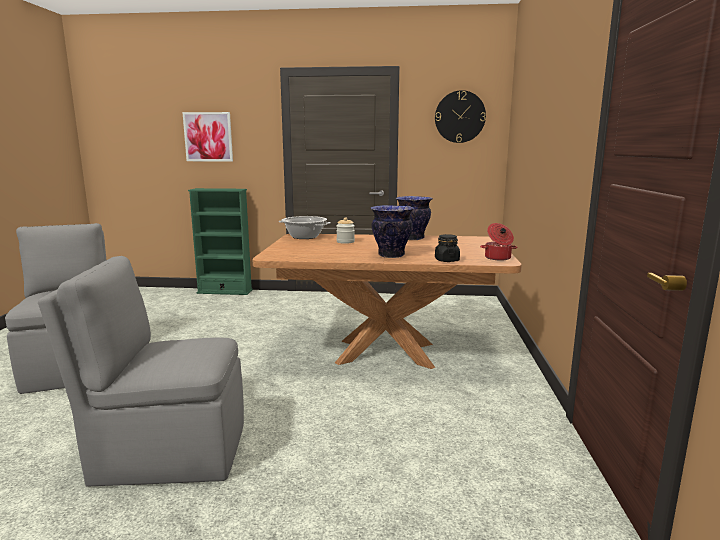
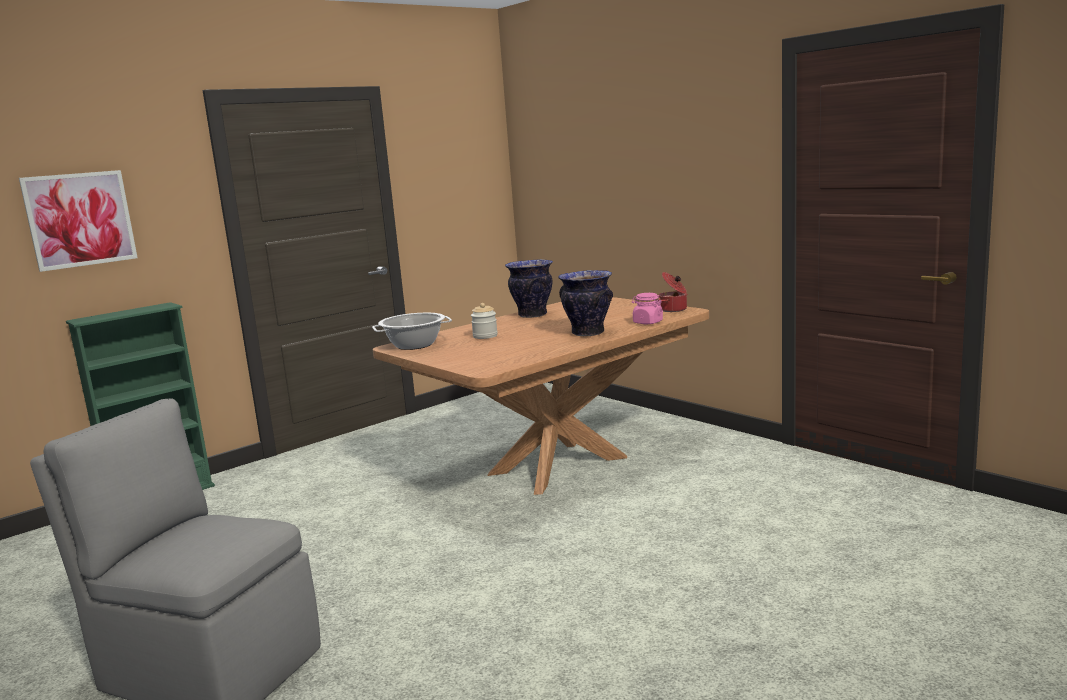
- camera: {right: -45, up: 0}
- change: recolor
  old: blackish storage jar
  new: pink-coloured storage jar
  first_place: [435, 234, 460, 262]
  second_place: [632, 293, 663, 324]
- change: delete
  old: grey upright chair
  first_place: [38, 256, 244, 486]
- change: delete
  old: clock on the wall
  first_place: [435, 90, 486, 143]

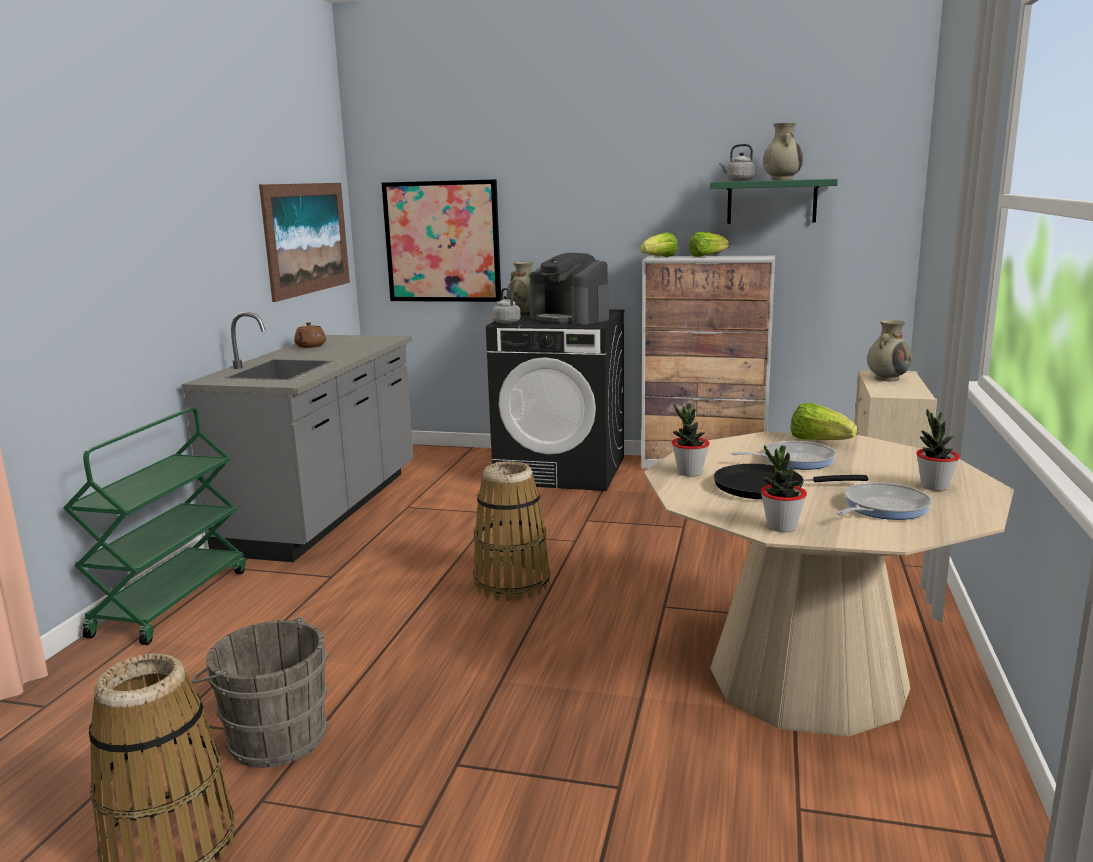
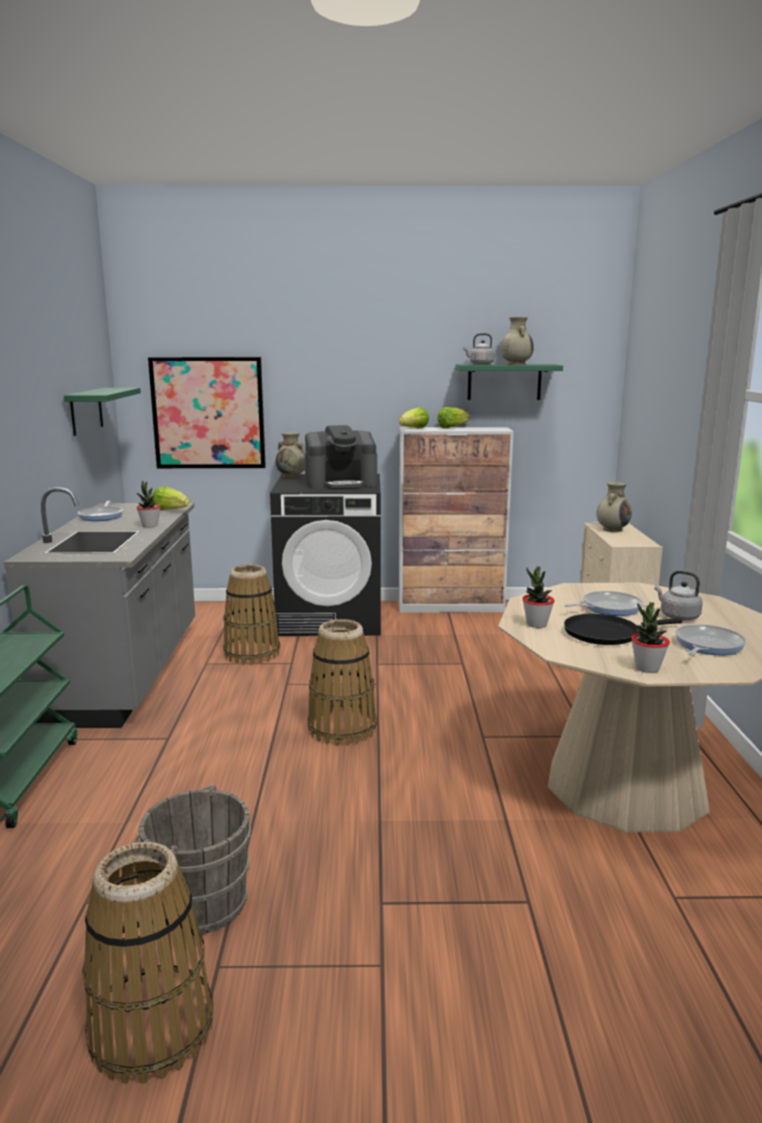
- camera: {right: -15, up: 0}
- change: replace
  old: wall art
  new: greenish bracket shelf
  first_place: [259, 183, 350, 302]
  second_place: [64, 388, 141, 436]
- change: replace
  old: brown teapot
  new: pan
  first_place: [294, 322, 326, 348]
  second_place: [78, 501, 123, 521]
- change: move
  old: plant in a pot
  first_place: [916, 408, 960, 491]
  second_place: [136, 481, 161, 528]
- change: move
  old: lettuce head
  first_place: [790, 403, 857, 440]
  second_place: [152, 486, 190, 510]
- change: insert
  new: basket
  second_place: [223, 564, 280, 665]
- change: rotate
  old: coffee brewer
  first_place: [529, 253, 609, 325]
  second_place: [304, 425, 377, 489]
  degrees: -45
- change: move
  old: grey water kettle
  first_place: [492, 288, 521, 324]
  second_place: [655, 571, 703, 620]

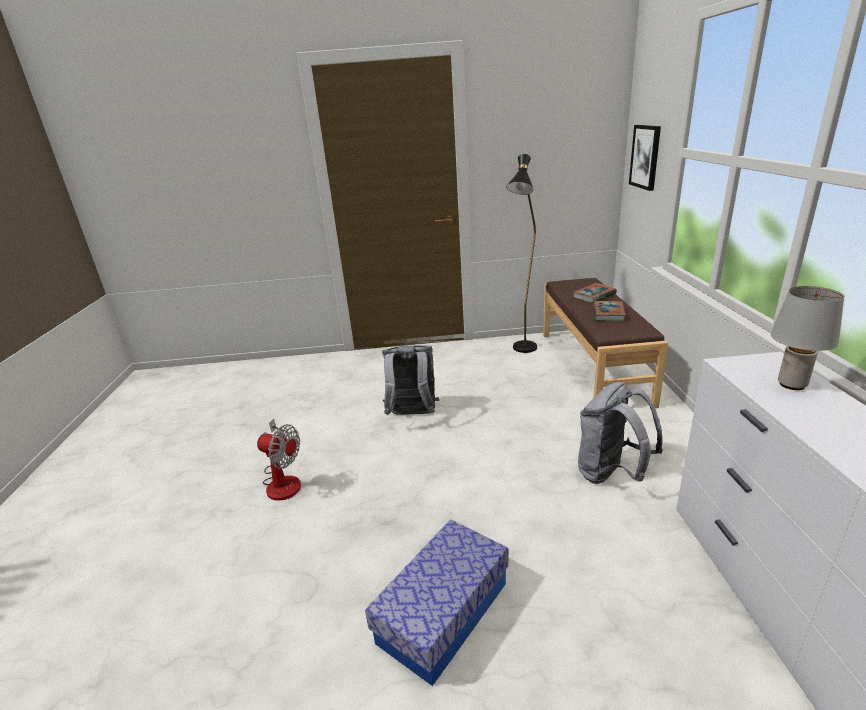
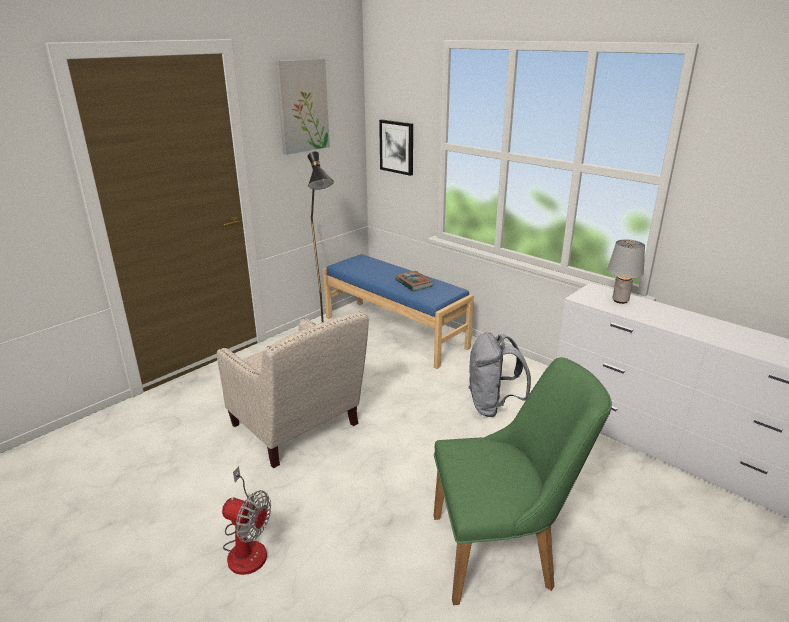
- camera: {right: -45, up: 0}
- change: replace
  old: grey backpack
  new: beige-coloured easy chair
  first_place: [382, 345, 439, 415]
  second_place: [217, 311, 369, 468]
- change: rotate
  old: cooling fan
  first_place: [257, 419, 301, 501]
  second_place: [222, 466, 271, 575]
  degrees: 45
- change: insert
  new: wall art
  second_place: [275, 59, 330, 155]
- change: recolor
  old: brown long seat
  new: bluish long seat
  first_place: [543, 278, 668, 408]
  second_place: [323, 254, 474, 369]
- change: replace
  old: storage box
  new: greenish upright chair
  first_place: [365, 519, 509, 686]
  second_place: [434, 357, 612, 605]
- change: delete
  old: volume
  first_place: [573, 283, 617, 303]

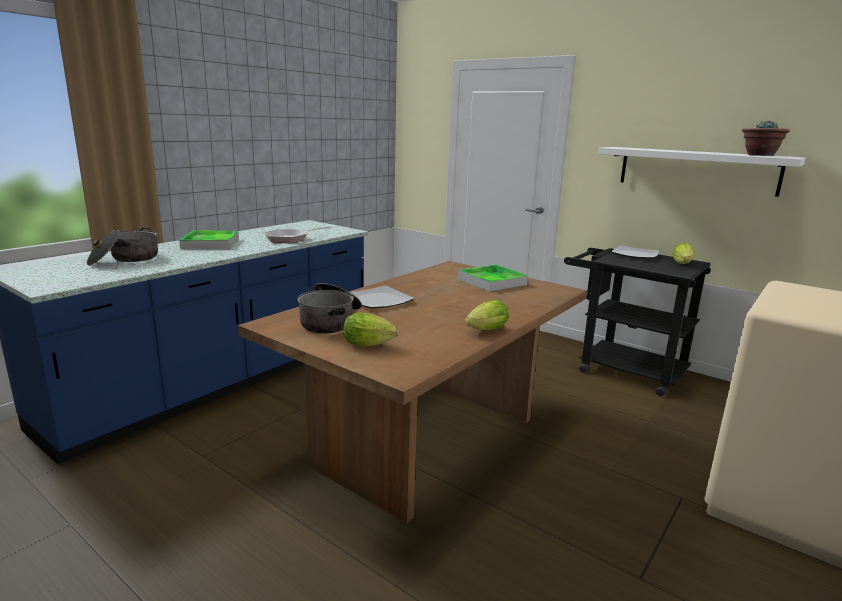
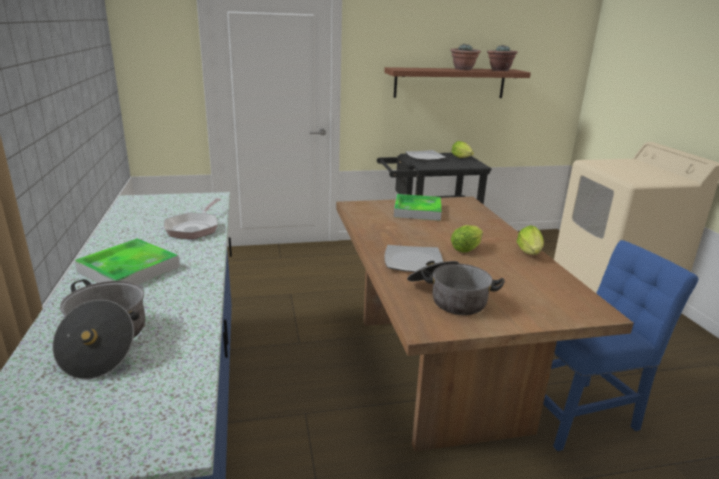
- camera: {right: -50, up: 5}
- change: recolor
  old: white-coloured bracket shelf
  new: brown bracket shelf
  first_place: [598, 147, 806, 197]
  second_place: [384, 67, 531, 98]
- change: insert
  new: plant in a pot
  second_place: [450, 44, 481, 70]
- change: move
  old: lettuce head
  first_place: [343, 313, 398, 347]
  second_place: [451, 225, 483, 252]
- change: insert
  new: bluish upright chair
  second_place: [543, 240, 699, 451]

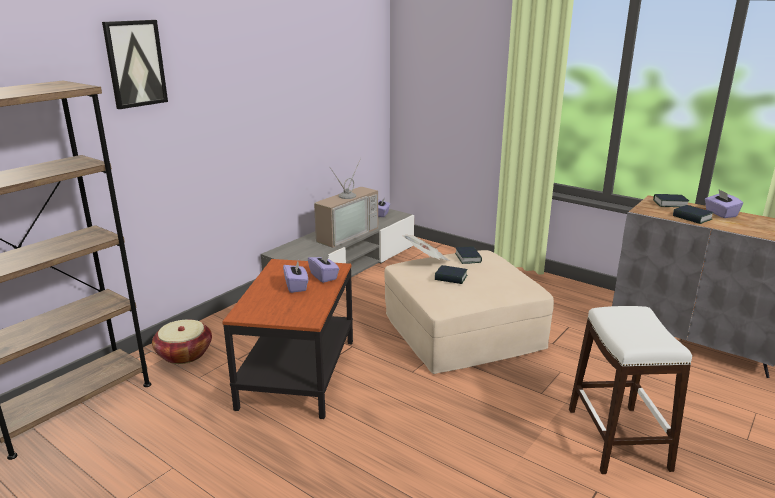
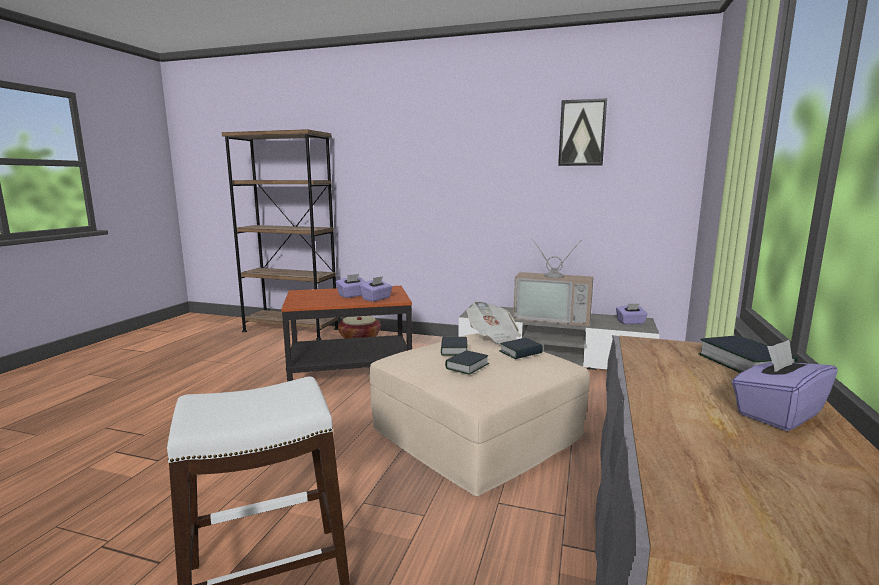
- camera: {right: 70, up: -10}
- change: move
  old: volume
  first_place: [673, 205, 714, 224]
  second_place: [445, 350, 489, 375]
- change: move
  old: wall art
  first_place: [102, 20, 168, 109]
  second_place: [558, 98, 607, 166]

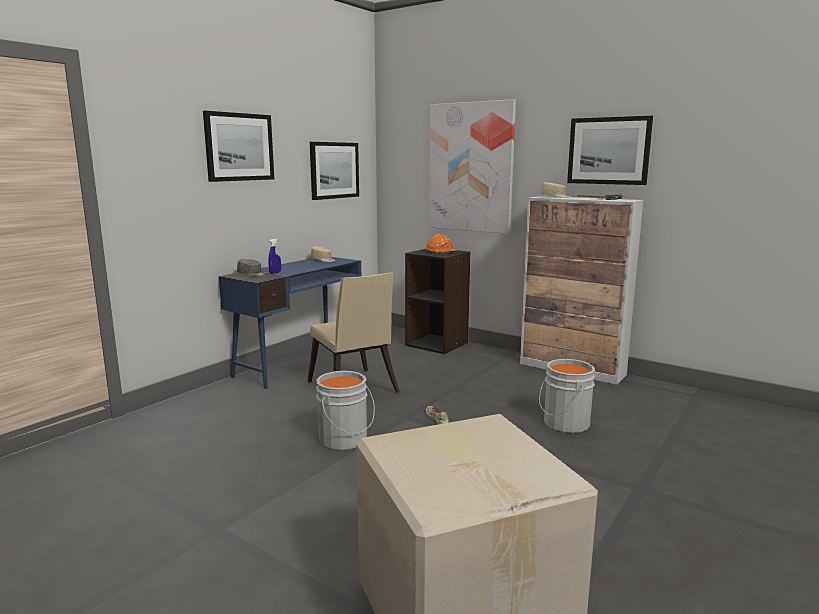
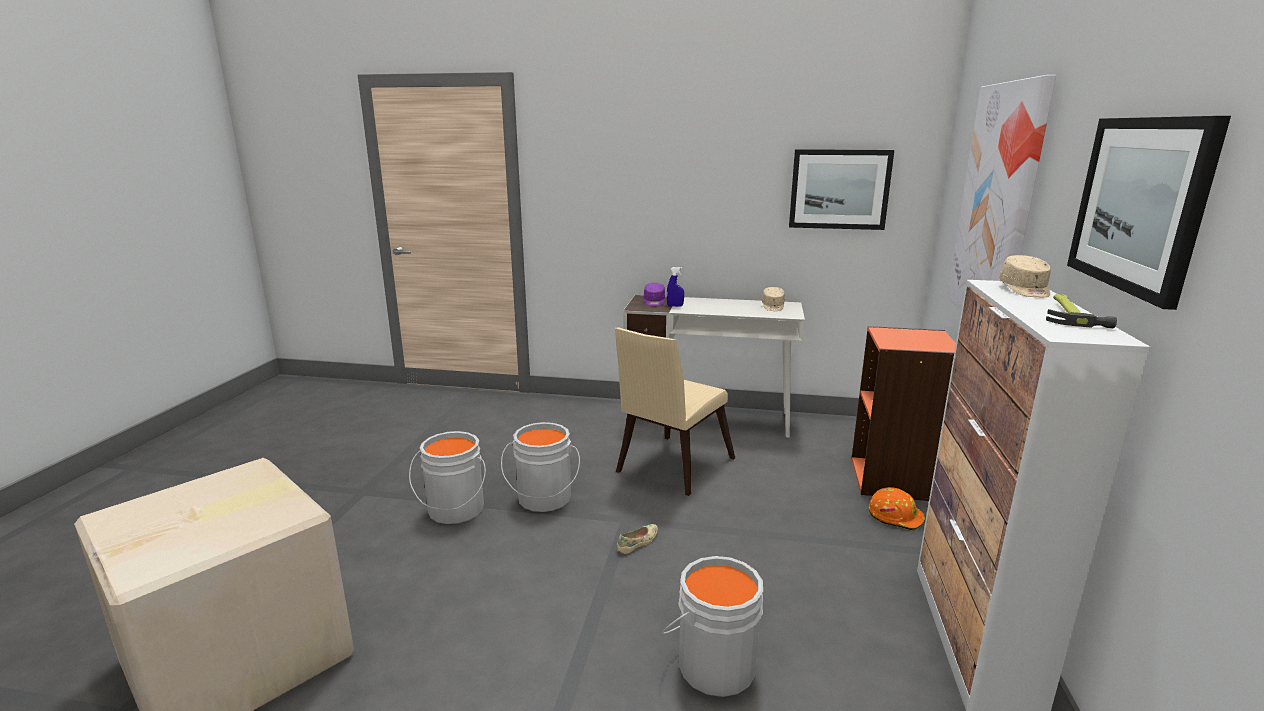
- camera: {right: 65, up: 5}
- change: insert
  new: grey bucket
  second_place: [409, 431, 486, 524]
- change: recolor
  old: bluish desk unit
  new: white-coloured desk unit
  first_place: [219, 257, 361, 389]
  second_place: [623, 295, 805, 437]
- change: recolor
  old: grey baseball cap
  new: purplish baseball cap
  first_place: [237, 259, 265, 277]
  second_place: [644, 283, 665, 306]
- change: recolor
  old: blackish shelving unit
  new: orangey shelving unit
  first_place: [405, 249, 470, 354]
  second_place: [852, 326, 956, 501]
- change: move
  old: orangey work helmet
  first_place: [426, 234, 456, 254]
  second_place: [869, 487, 925, 531]
- change: delete
  old: wall art
  first_place: [203, 111, 274, 182]

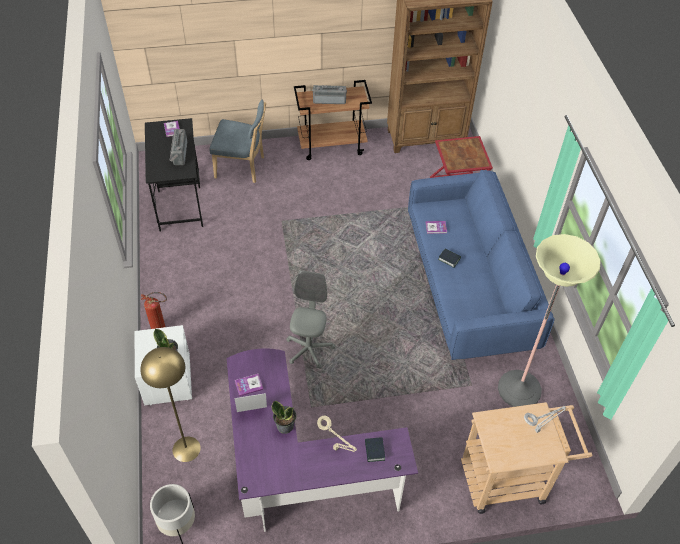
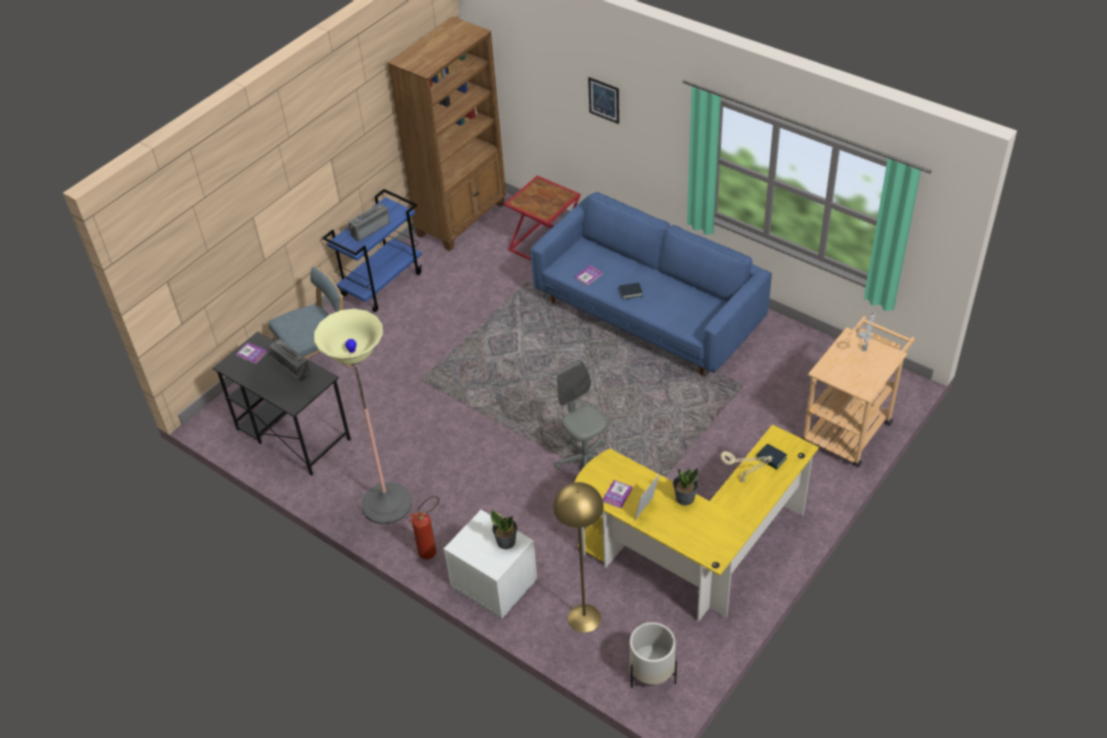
- camera: {right: -40, up: -5}
- change: move
  old: standing lamp
  first_place: [498, 234, 601, 407]
  second_place: [314, 309, 412, 525]
- change: recolor
  old: brown cart
  new: bluish cart
  first_place: [294, 80, 372, 160]
  second_place: [322, 189, 422, 312]
- change: recolor
  old: purplish desk unit
  new: yellow desk unit
  first_place: [227, 348, 418, 532]
  second_place: [575, 424, 819, 622]
- change: insert
  new: wall art
  second_place: [588, 77, 619, 124]

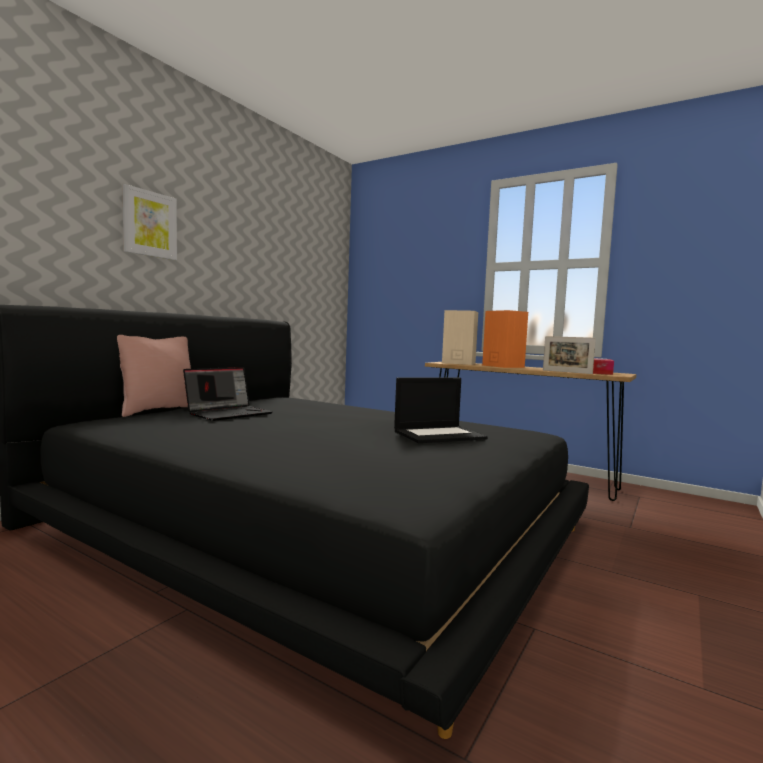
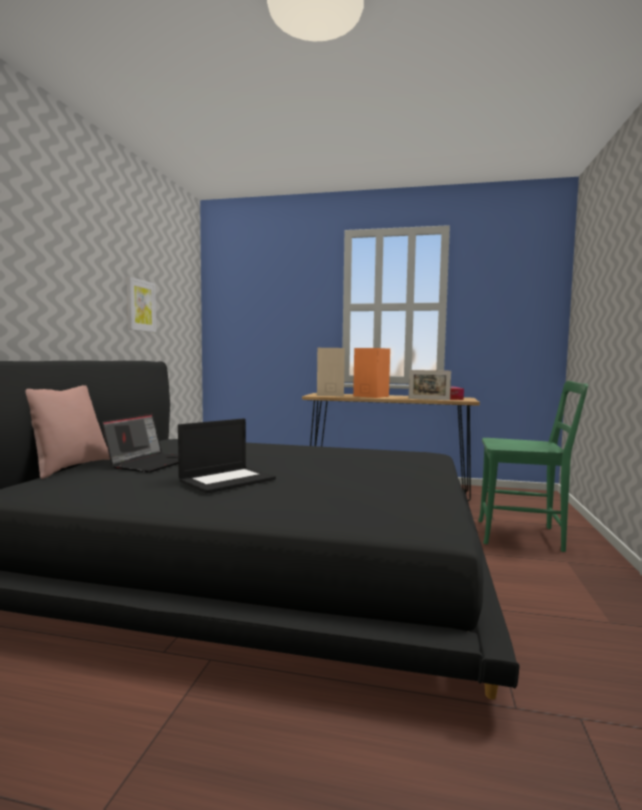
- camera: {right: -20, up: 0}
- change: move
  old: wall art
  first_place: [123, 184, 177, 260]
  second_place: [127, 277, 156, 332]
- change: move
  old: notebook computer
  first_place: [394, 378, 488, 443]
  second_place: [178, 418, 276, 493]
- change: insert
  new: greenish upright chair
  second_place: [478, 381, 588, 552]

